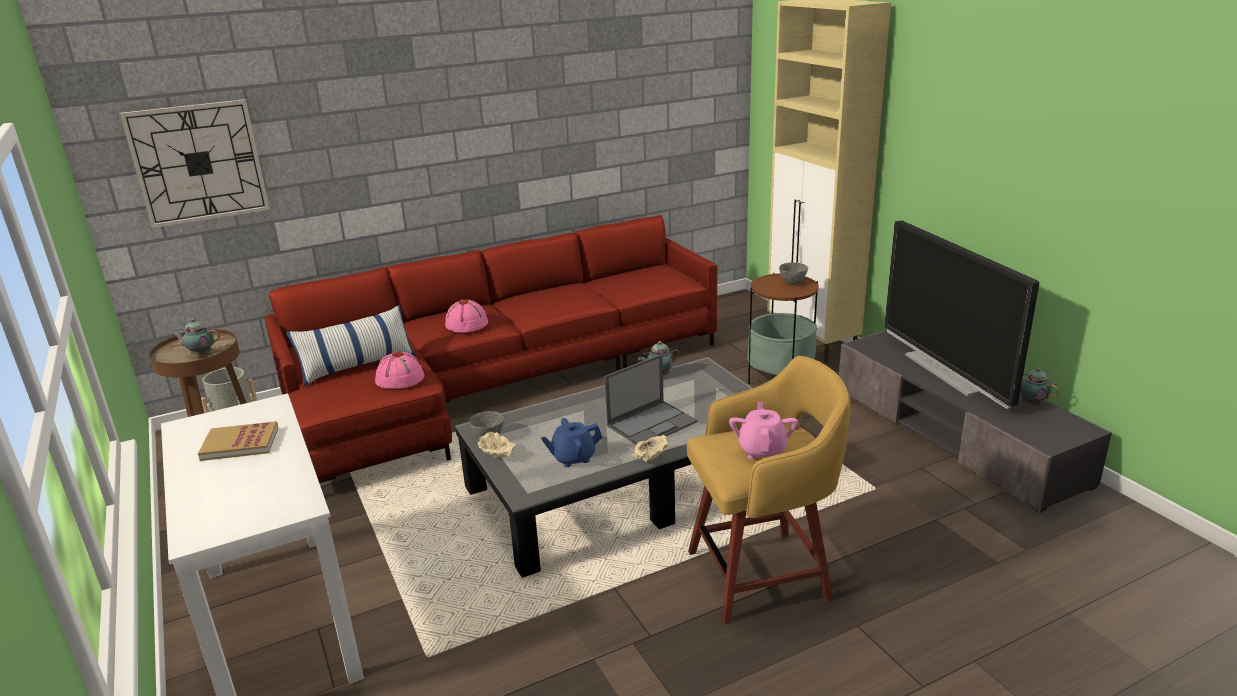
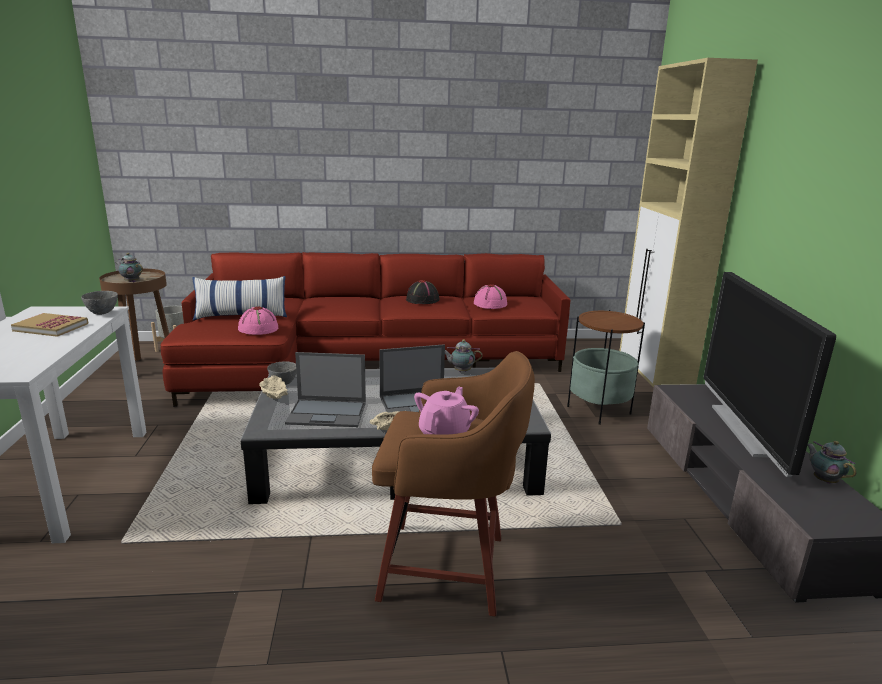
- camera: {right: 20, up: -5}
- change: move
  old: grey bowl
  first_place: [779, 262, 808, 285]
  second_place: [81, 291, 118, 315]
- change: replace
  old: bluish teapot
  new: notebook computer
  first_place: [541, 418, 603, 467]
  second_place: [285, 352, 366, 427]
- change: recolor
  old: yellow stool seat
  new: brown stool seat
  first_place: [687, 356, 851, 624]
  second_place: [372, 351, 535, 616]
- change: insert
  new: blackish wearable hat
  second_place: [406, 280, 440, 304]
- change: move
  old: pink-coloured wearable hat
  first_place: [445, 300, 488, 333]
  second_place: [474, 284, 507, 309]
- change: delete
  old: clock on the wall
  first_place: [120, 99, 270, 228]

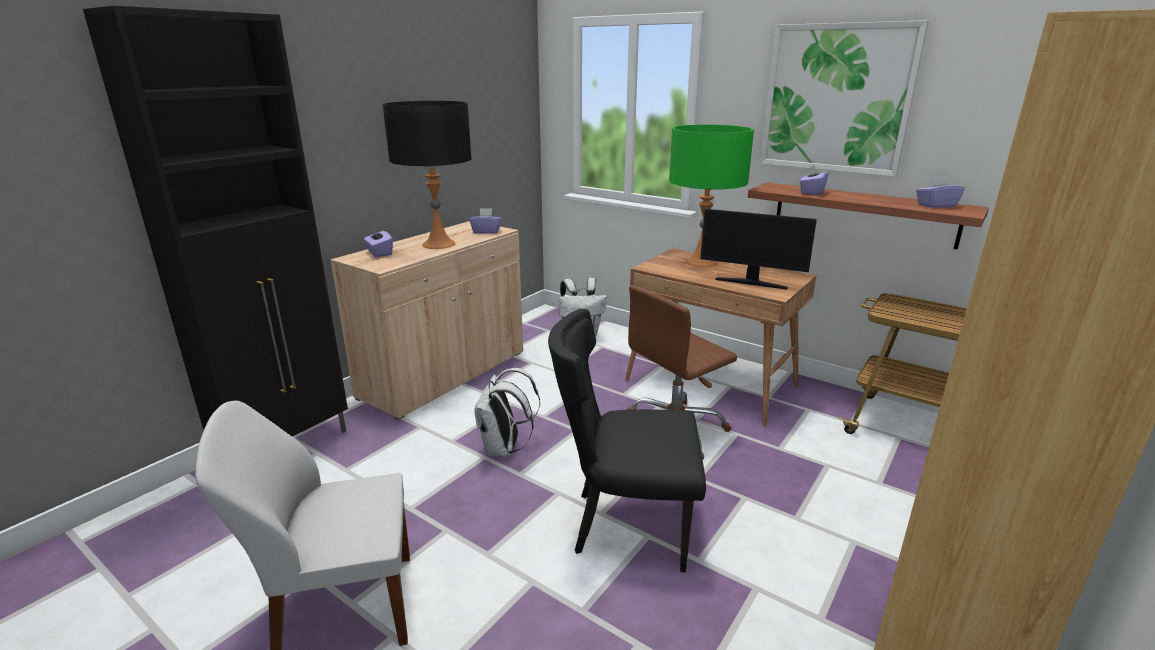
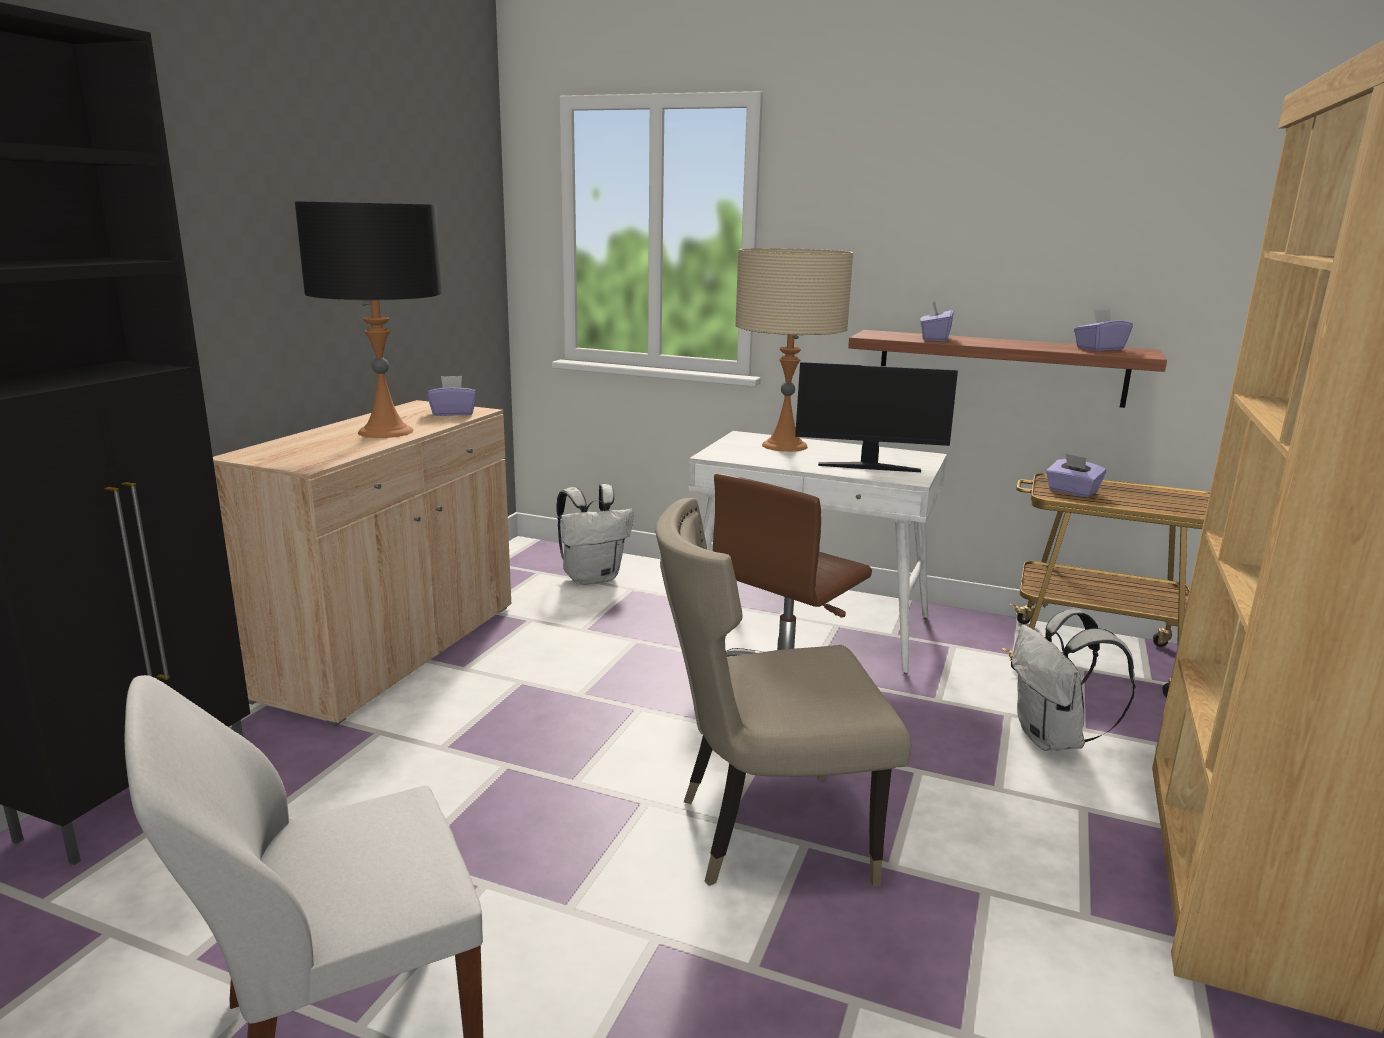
- camera: {right: -15, up: -5}
- change: recolor
  old: blackish upright chair
  new: beige-coloured upright chair
  first_place: [548, 309, 706, 572]
  second_place: [655, 498, 911, 886]
- change: recolor
  old: brown desk unit
  new: white-coloured desk unit
  first_place: [625, 248, 817, 426]
  second_place: [689, 431, 947, 674]
- change: recolor
  old: greenish tabletop lamp
  new: beige-coloured tabletop lamp
  first_place: [669, 125, 754, 267]
  second_place: [735, 248, 853, 452]
- change: move
  old: white-coloured backpack
  first_place: [474, 368, 540, 457]
  second_place: [1012, 609, 1136, 751]
- change: move
  old: purplish tissue holder
  first_place: [364, 228, 393, 257]
  second_place: [1046, 453, 1106, 497]
- change: delete
  old: wall art
  first_place: [760, 20, 929, 177]

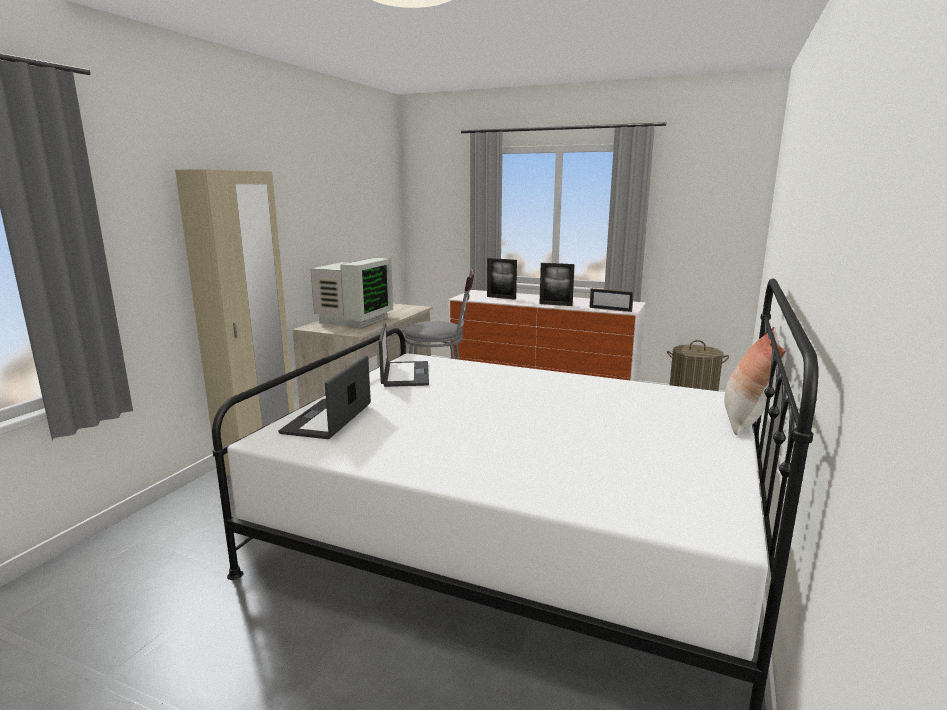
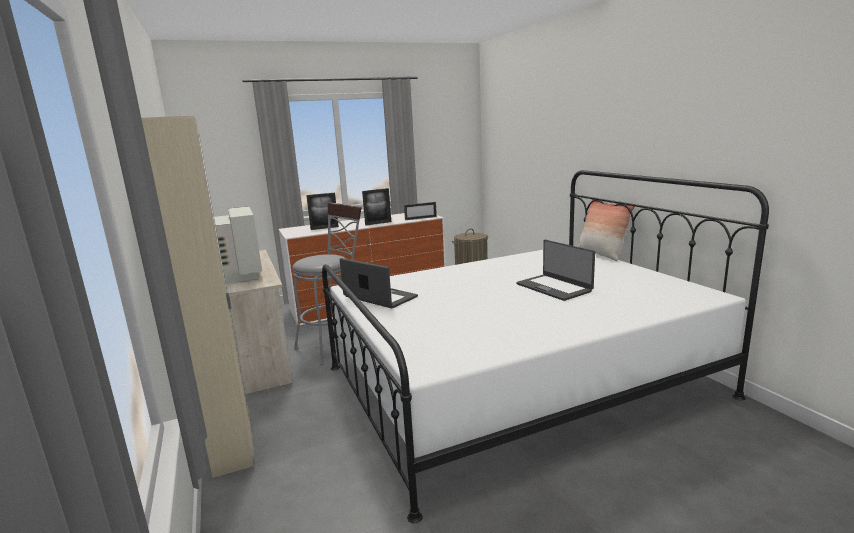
- camera: {right: -45, up: 0}
- change: move
  old: notebook computer
  first_place: [278, 356, 371, 439]
  second_place: [516, 240, 595, 301]

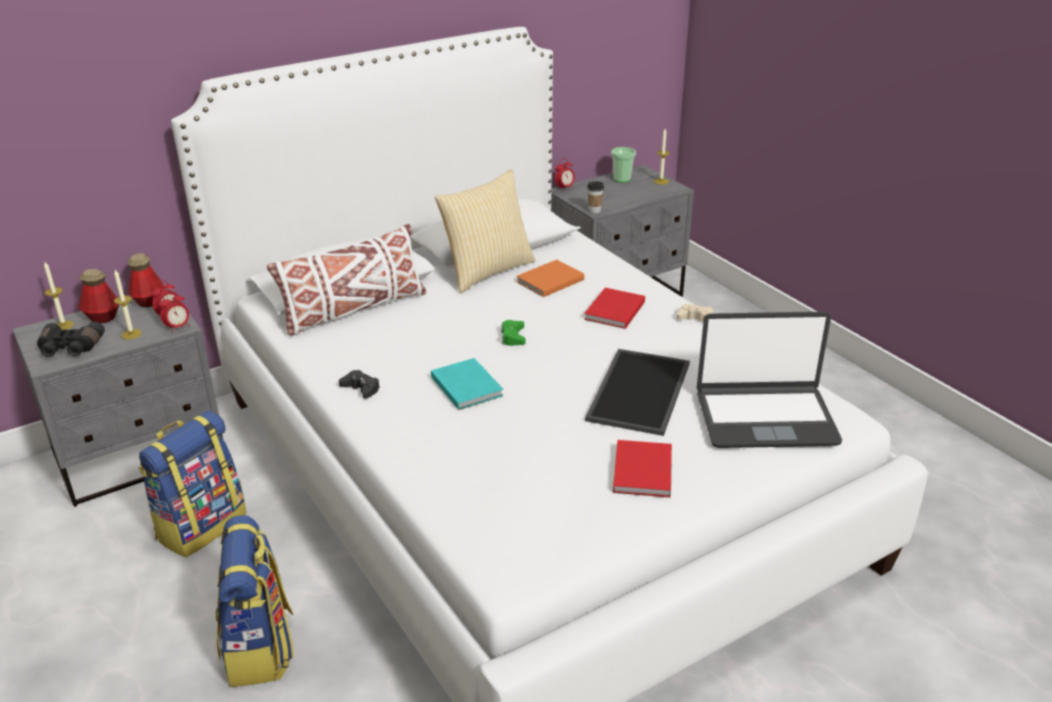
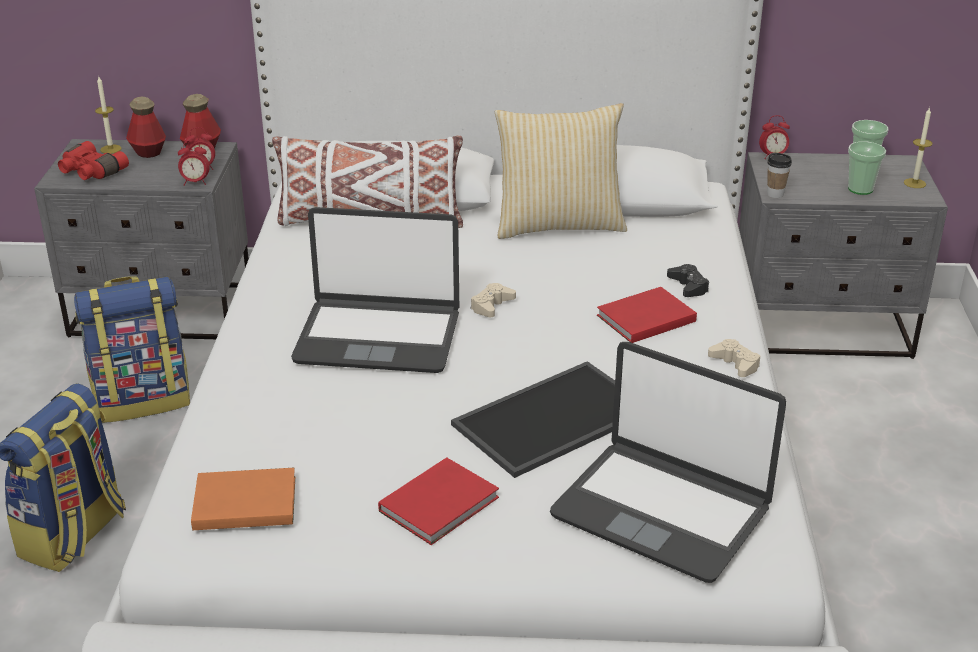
- camera: {right: 35, up: 0}
- change: recolor
  old: blackish field glasses
  new: red field glasses
  first_place: [37, 322, 105, 357]
  second_place: [58, 141, 129, 180]
- change: move
  old: orangey volume
  first_place: [516, 260, 584, 297]
  second_place: [191, 468, 295, 530]
- change: replace
  old: turquoise-coloured volume
  new: notebook computer
  first_place: [431, 358, 503, 410]
  second_place: [291, 207, 459, 373]
- change: recolor
  old: greenish gamepad
  new: beige-coloured gamepad
  first_place: [501, 320, 525, 346]
  second_place: [471, 283, 516, 317]
- change: move
  old: blackish gamepad
  first_place: [339, 370, 380, 399]
  second_place: [667, 264, 709, 297]
- change: insert
  new: drinking cup
  second_place: [848, 142, 886, 195]
- change: delete
  old: wax light
  first_place: [114, 270, 142, 340]

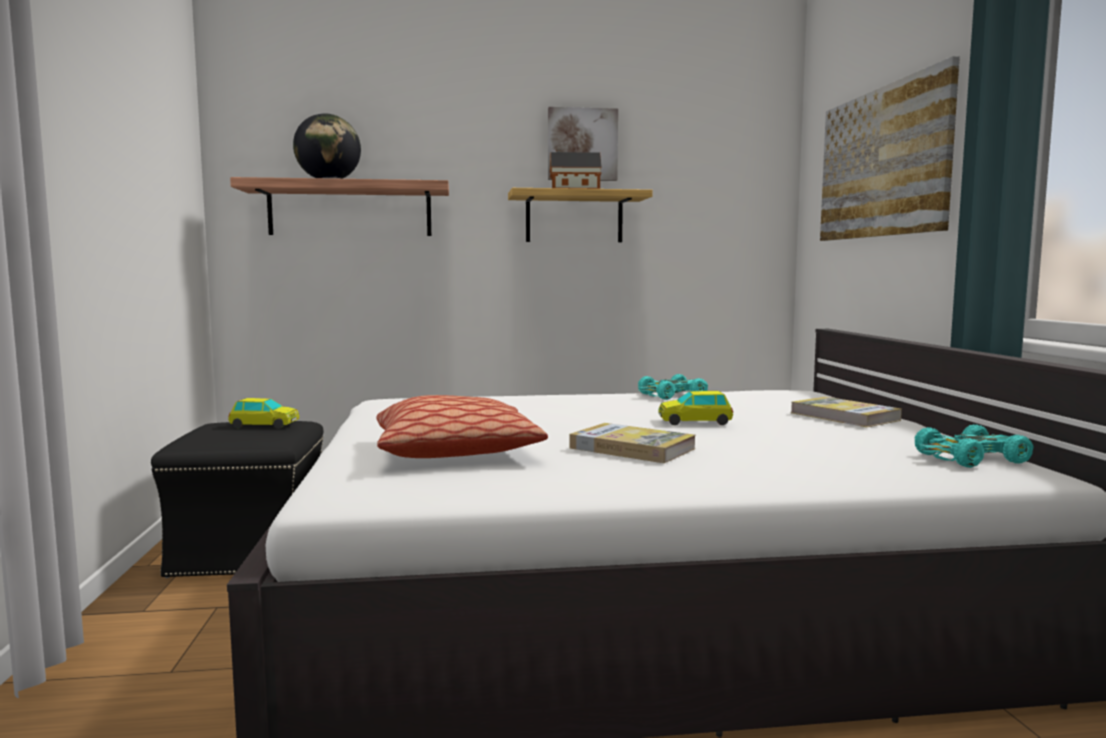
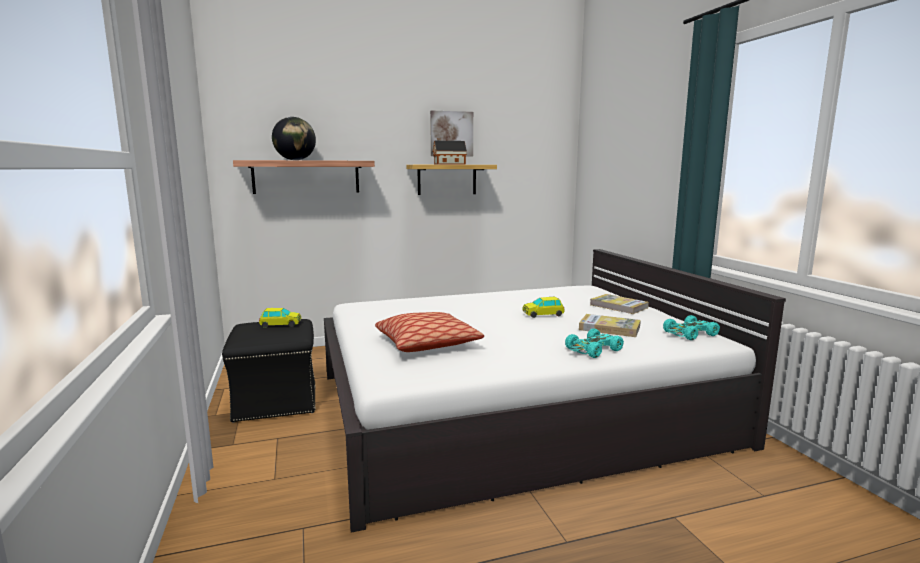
- camera: {right: -10, up: 5}
- change: move
  old: turquoise-coloured toy car
  first_place: [638, 374, 708, 400]
  second_place: [565, 329, 624, 358]
- change: move
  old: volume
  first_place: [570, 423, 696, 463]
  second_place: [579, 314, 641, 337]
- change: delete
  old: wall art
  first_place: [820, 56, 960, 241]

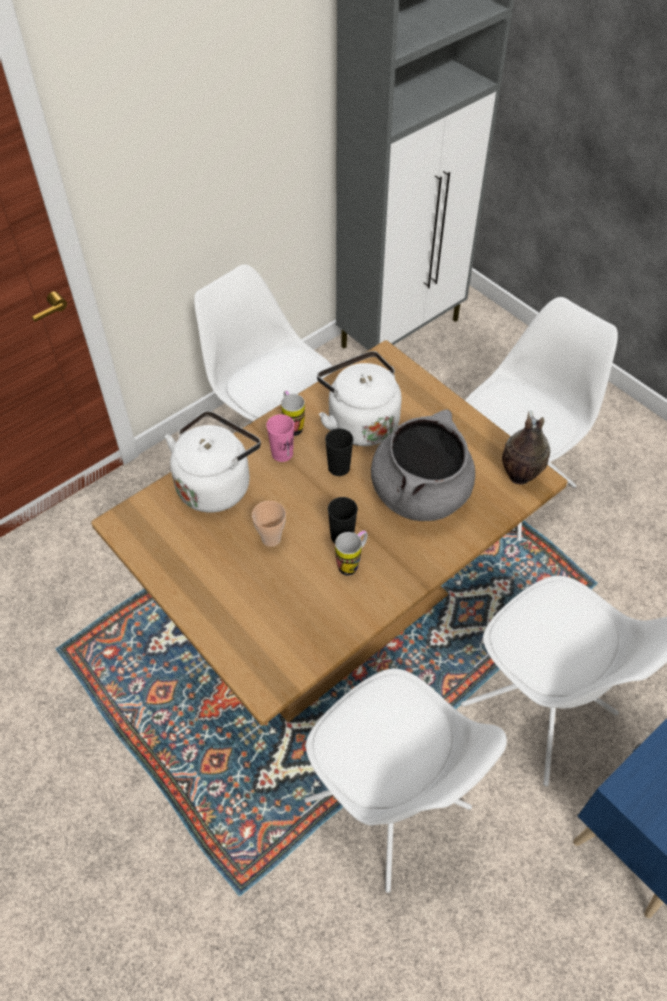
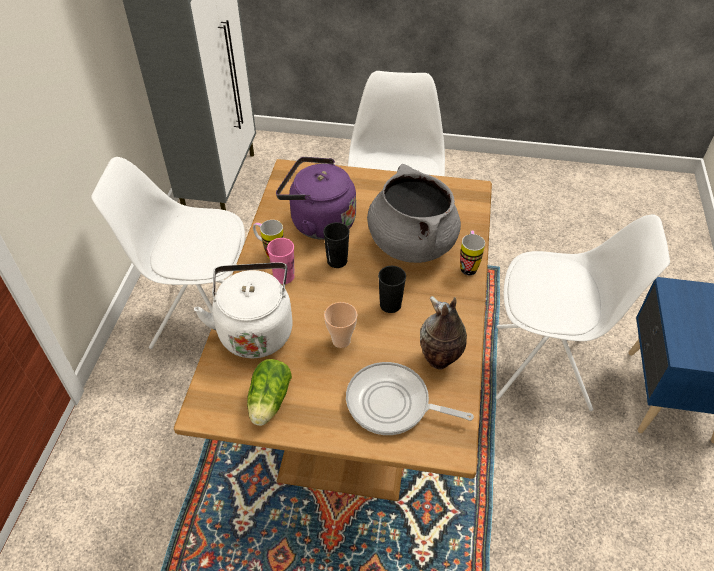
- camera: {right: -40, up: -5}
- change: insert
  new: lettuce head
  second_place: [247, 359, 292, 426]
- change: recolor
  old: white-coloured water kettle
  new: purplish water kettle
  first_place: [317, 351, 402, 446]
  second_place: [276, 157, 356, 240]
- change: insert
  new: pan
  second_place: [346, 362, 474, 435]
- change: move
  old: flower vase
  first_place: [502, 410, 551, 484]
  second_place: [420, 296, 467, 370]
- change: move
  old: coffee mug
  first_place: [335, 530, 368, 576]
  second_place: [460, 231, 485, 276]
- change: delete
  old: white-coloured upright chair
  first_place: [304, 669, 507, 893]

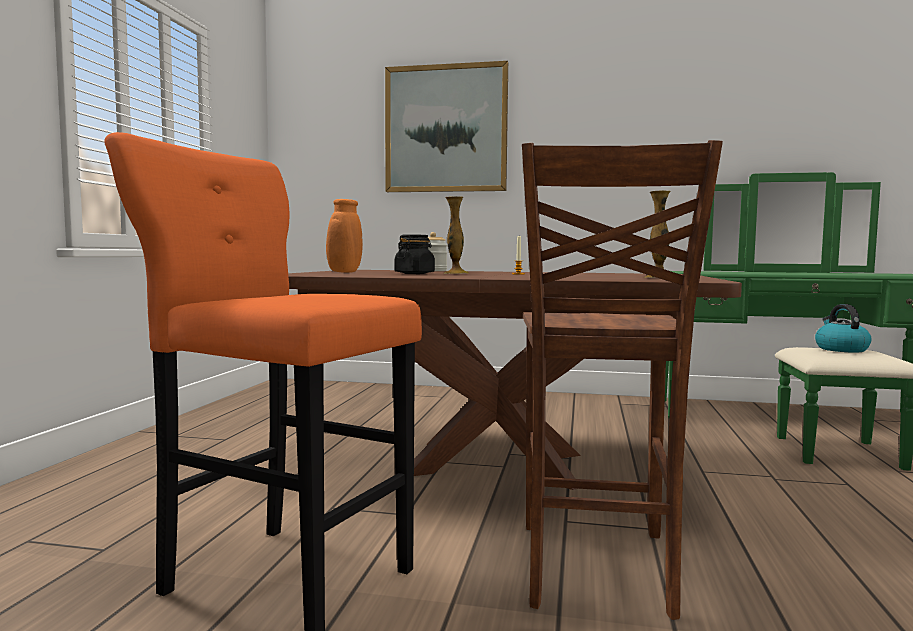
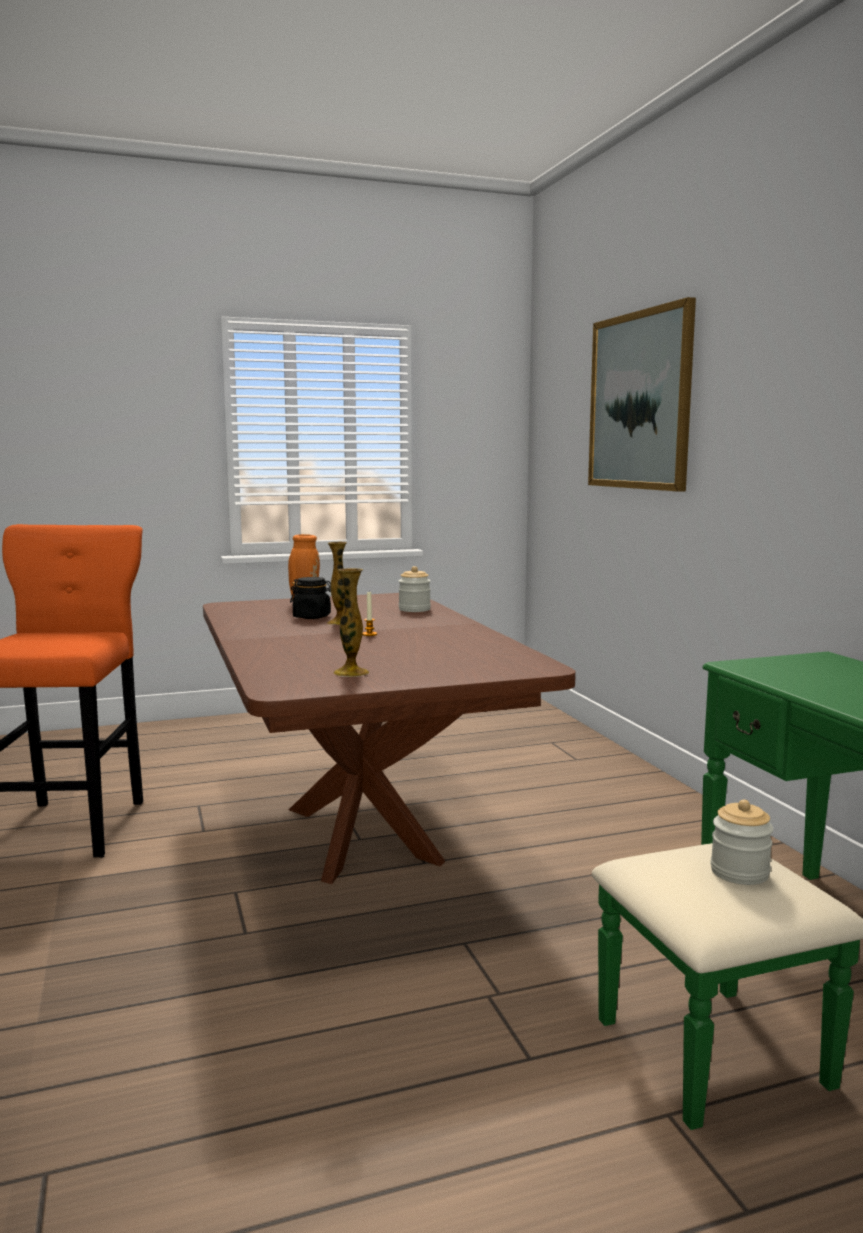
- camera: {right: 60, up: 5}
- change: replace
  old: water kettle
  new: storage jar
  first_place: [815, 304, 872, 353]
  second_place: [710, 800, 773, 885]
- change: delete
  old: brown upright chair
  first_place: [522, 140, 723, 620]

